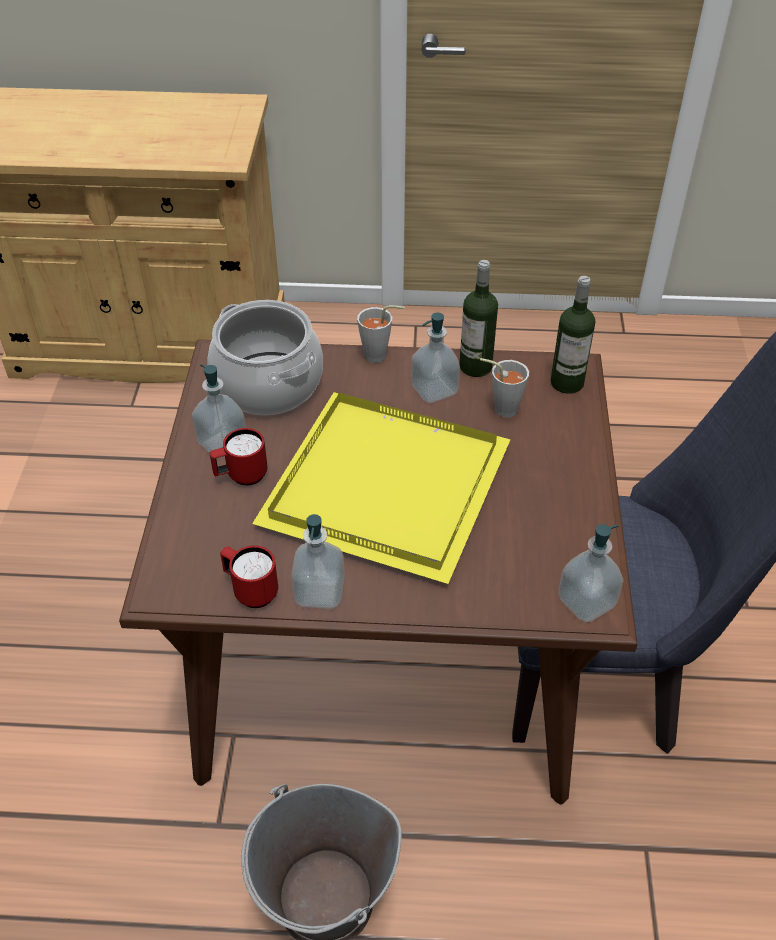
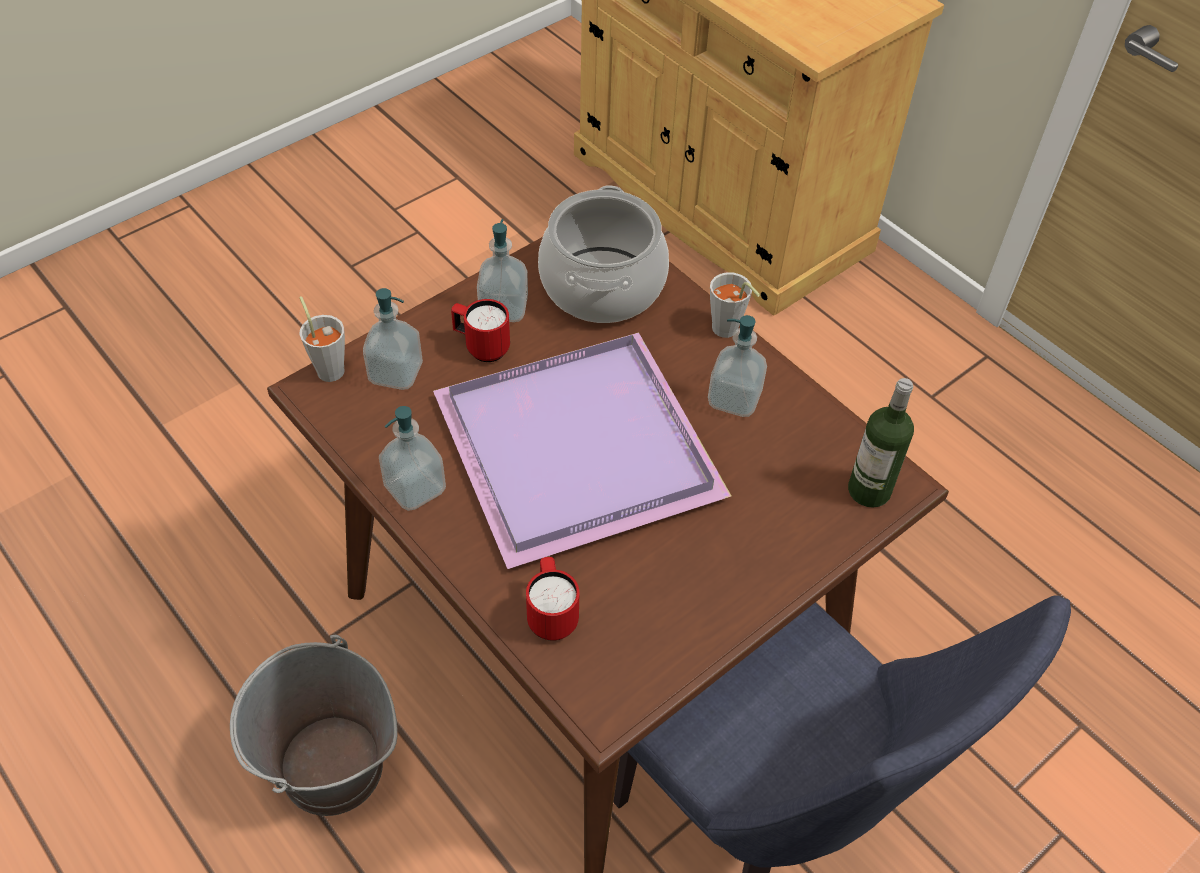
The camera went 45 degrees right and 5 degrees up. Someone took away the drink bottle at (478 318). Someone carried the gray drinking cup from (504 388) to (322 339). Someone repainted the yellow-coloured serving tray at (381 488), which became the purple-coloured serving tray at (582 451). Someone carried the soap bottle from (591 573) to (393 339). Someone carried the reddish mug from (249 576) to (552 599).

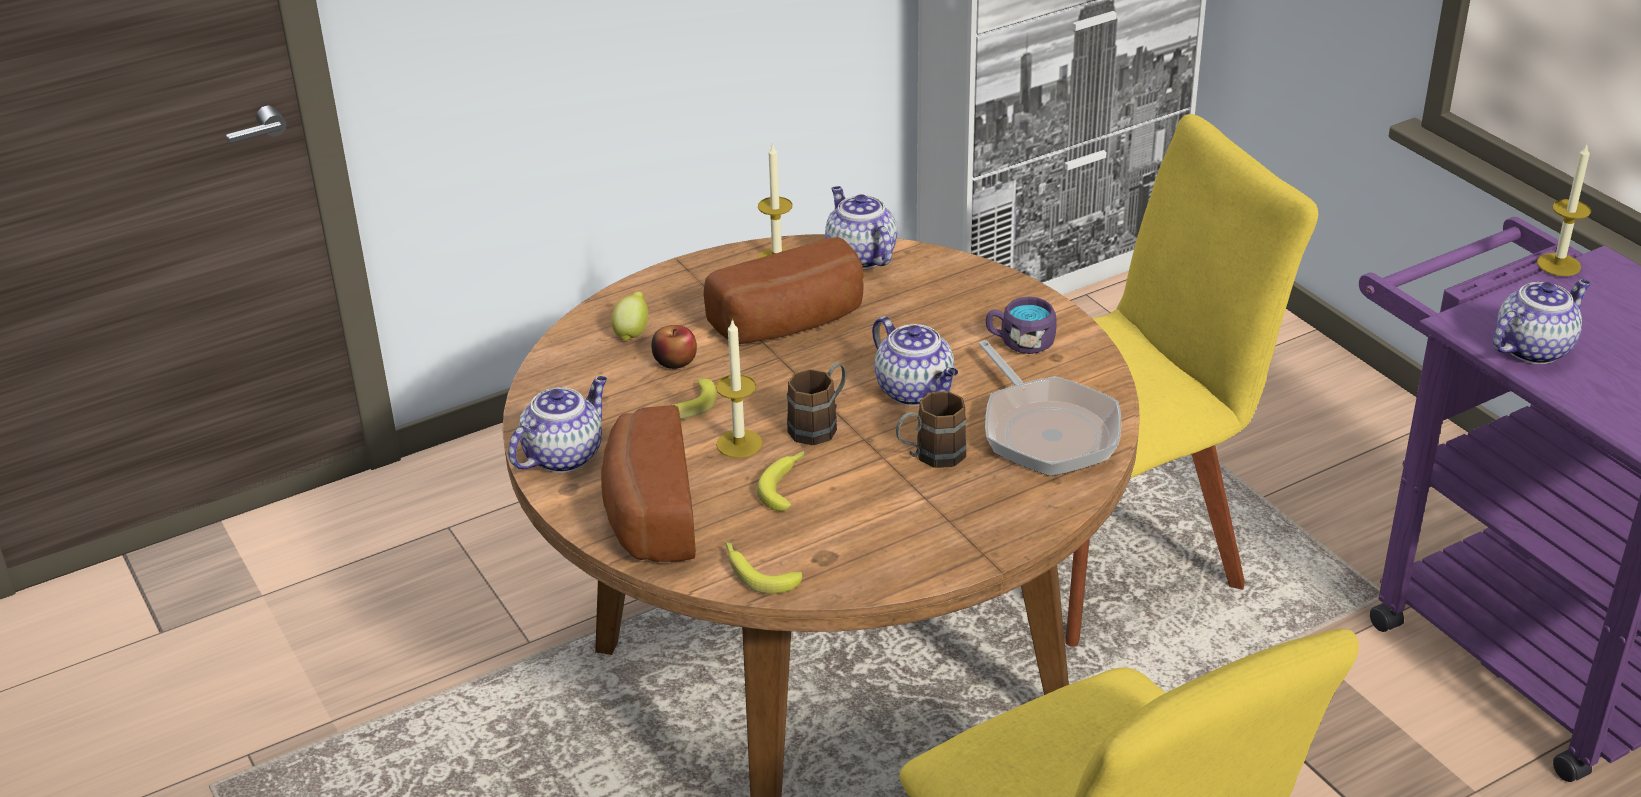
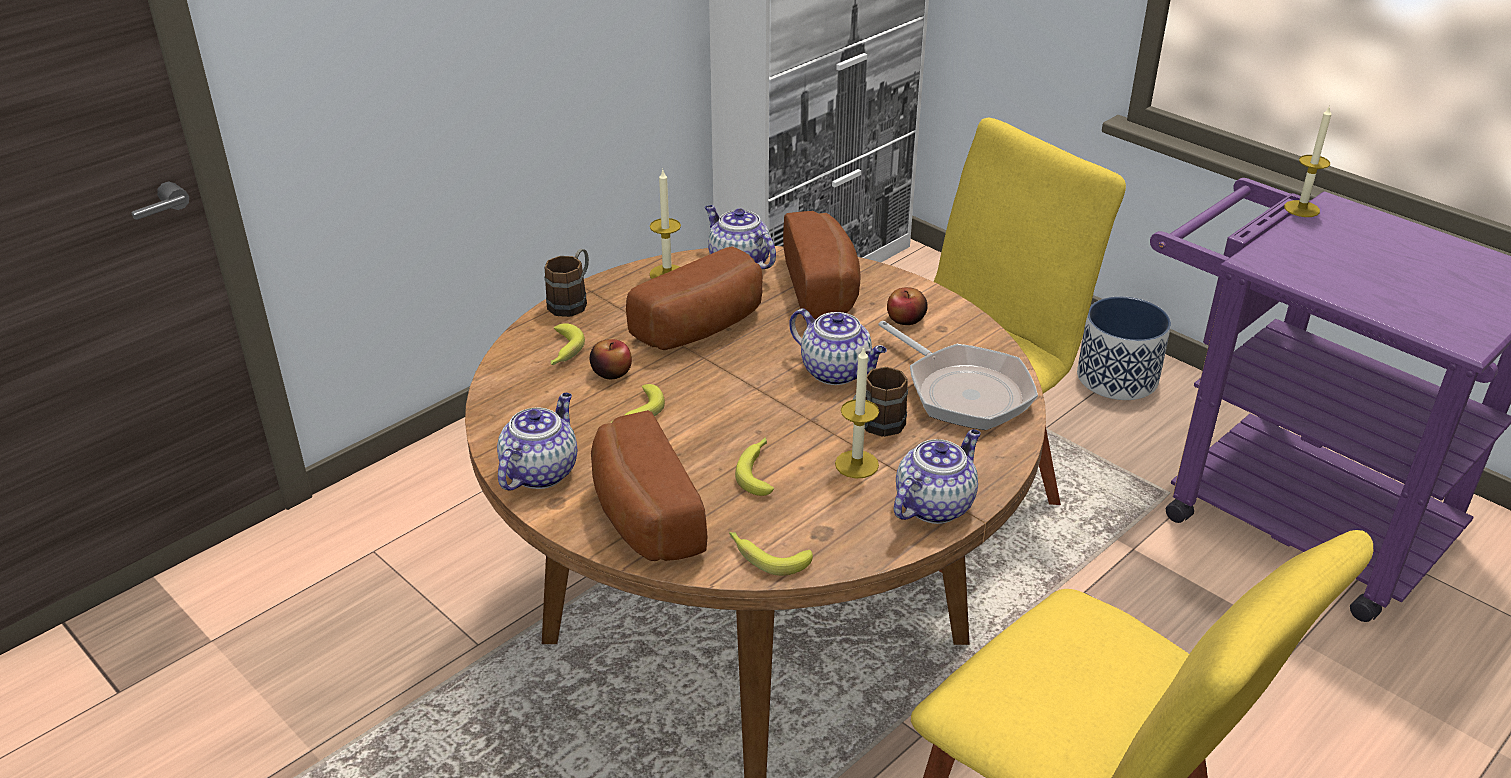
The camera went 15 degrees left and 0 degrees up. Someone carried the pot for tea from (1542 321) to (937 476). Someone swapped the lemon at (629 316) for the banana at (568 344). Someone swapped the purple-coloured mug at (1021 325) for the whole apple at (907 306). Someone carried the wax candle from (739 388) to (857 412). Someone carried the brown mug from (816 404) to (566 283). Someone put down the bakery bread at (821 265). Someone put down the flower pot at (1124 348).

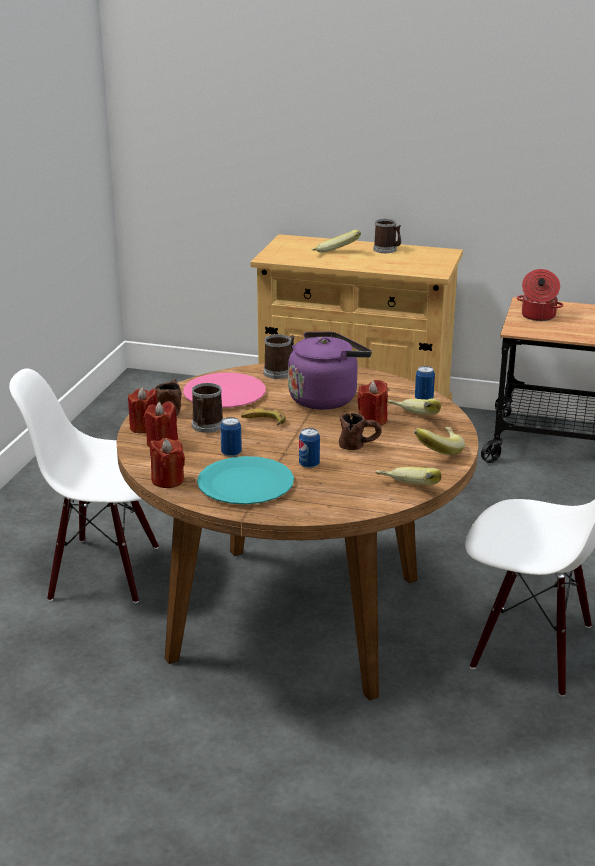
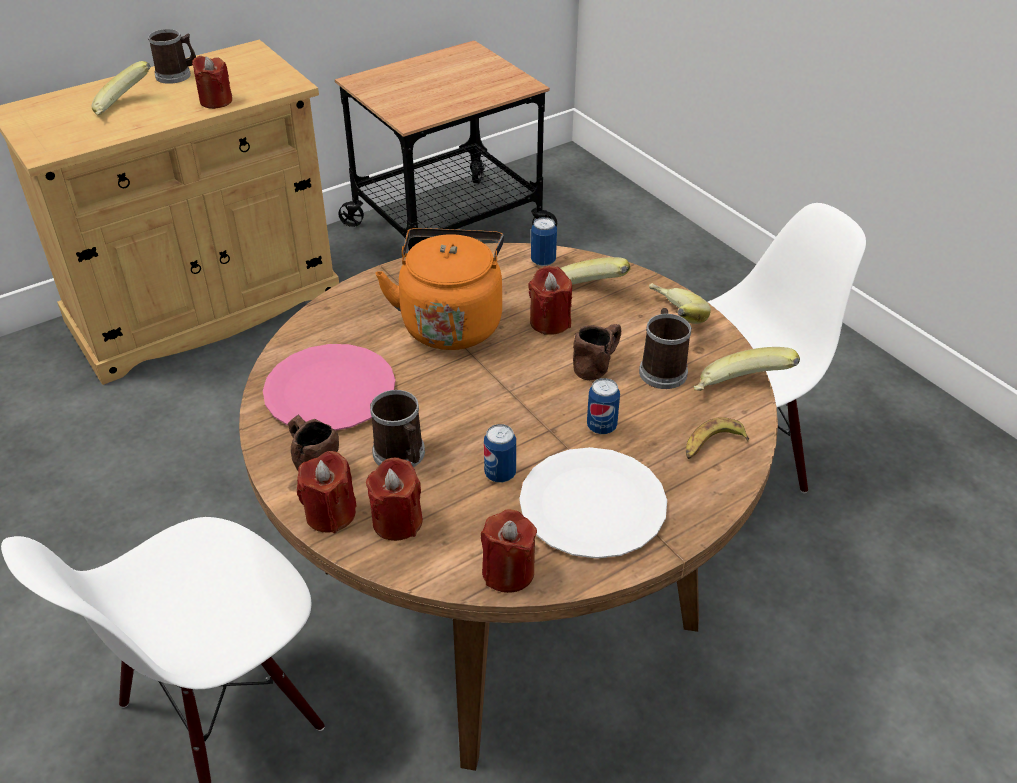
The camera went 50 degrees left and 15 degrees up. Someone took away the cooking pot at (540 295). Someone repainted the purple-coloured kettle at (330 371), which became the orange kettle at (439 289). Someone carried the mug from (278 356) to (665 348). Someone carried the banana from (263 417) to (717 438). Someone repainted the blue-green dinner plate at (245 480), which became the whitish dinner plate at (593 503). Someone put down the reddish wax candle at (212 82).

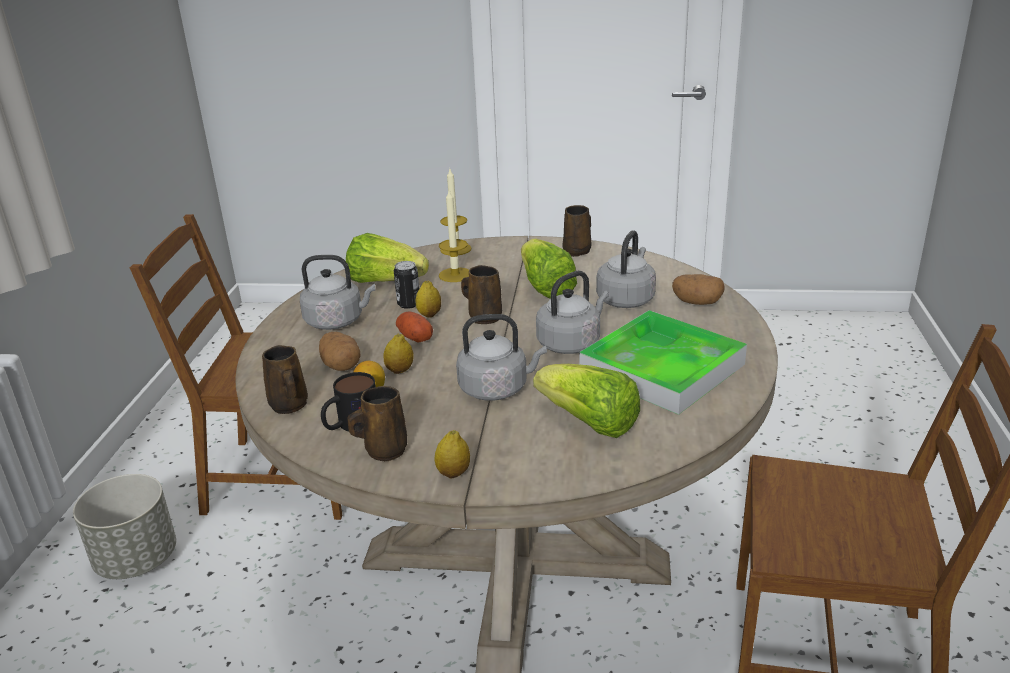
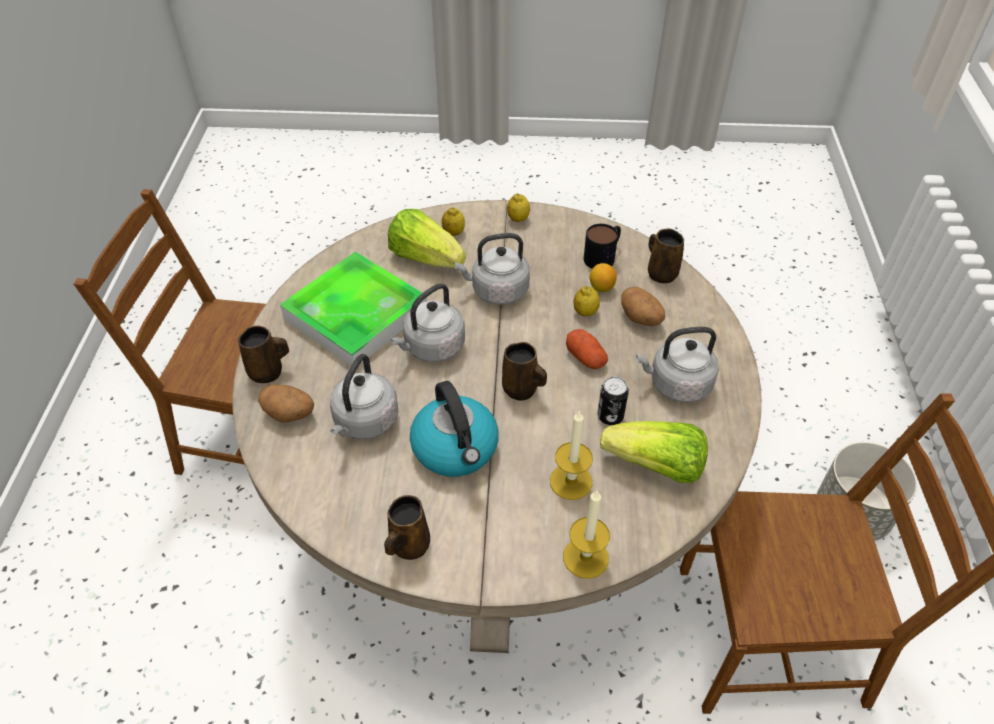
The camera went 175 degrees right and 20 degrees up. Someone swapped the lettuce at (549 269) for the kettle at (454 429). Someone carried the lemon from (428 299) to (453 221). Someone carried the brown mug from (377 423) to (263 354).

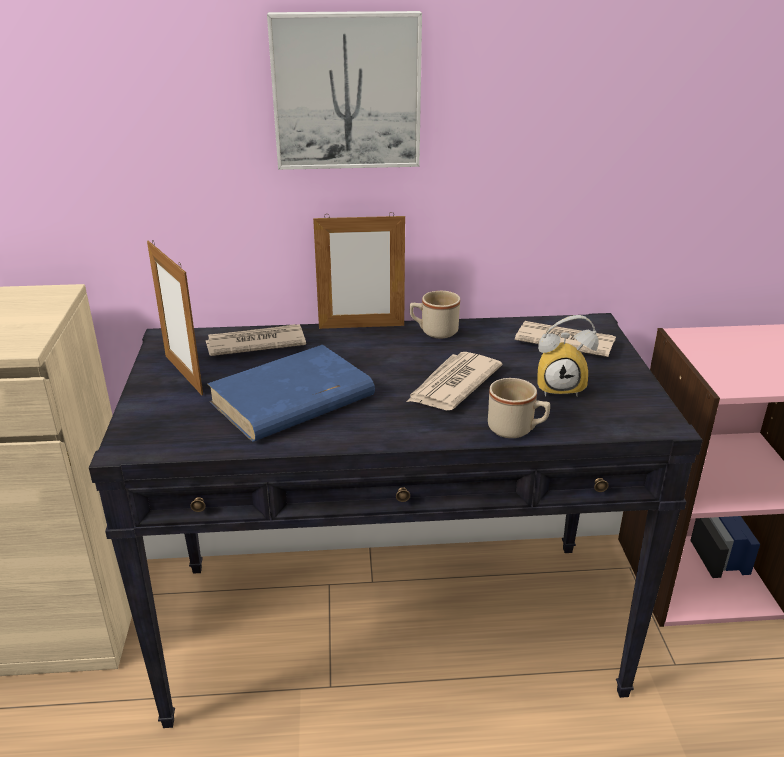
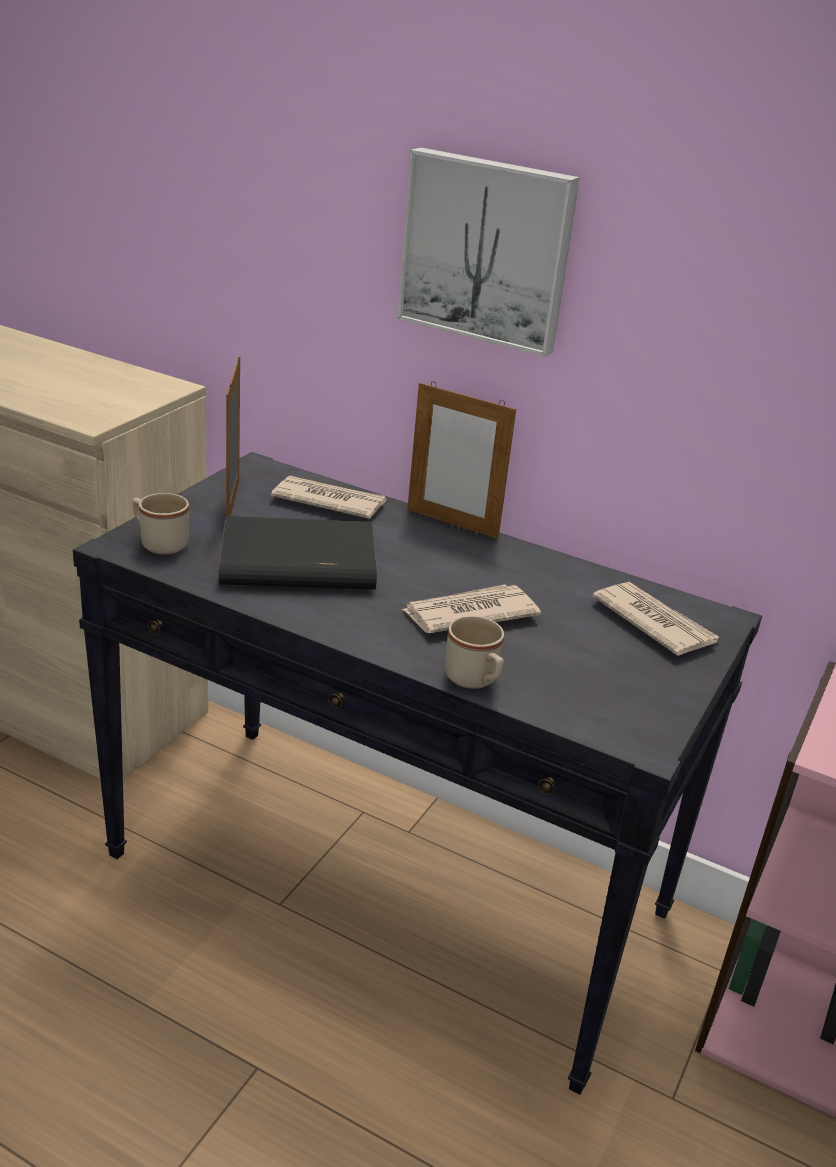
The camera went 30 degrees right and 0 degrees up. Someone carried the sand-coloured mug from (435 314) to (160 524). Someone took away the bedside clock at (568 356). Someone repainted the blue volume at (291 393), which became the blackish volume at (298 552).

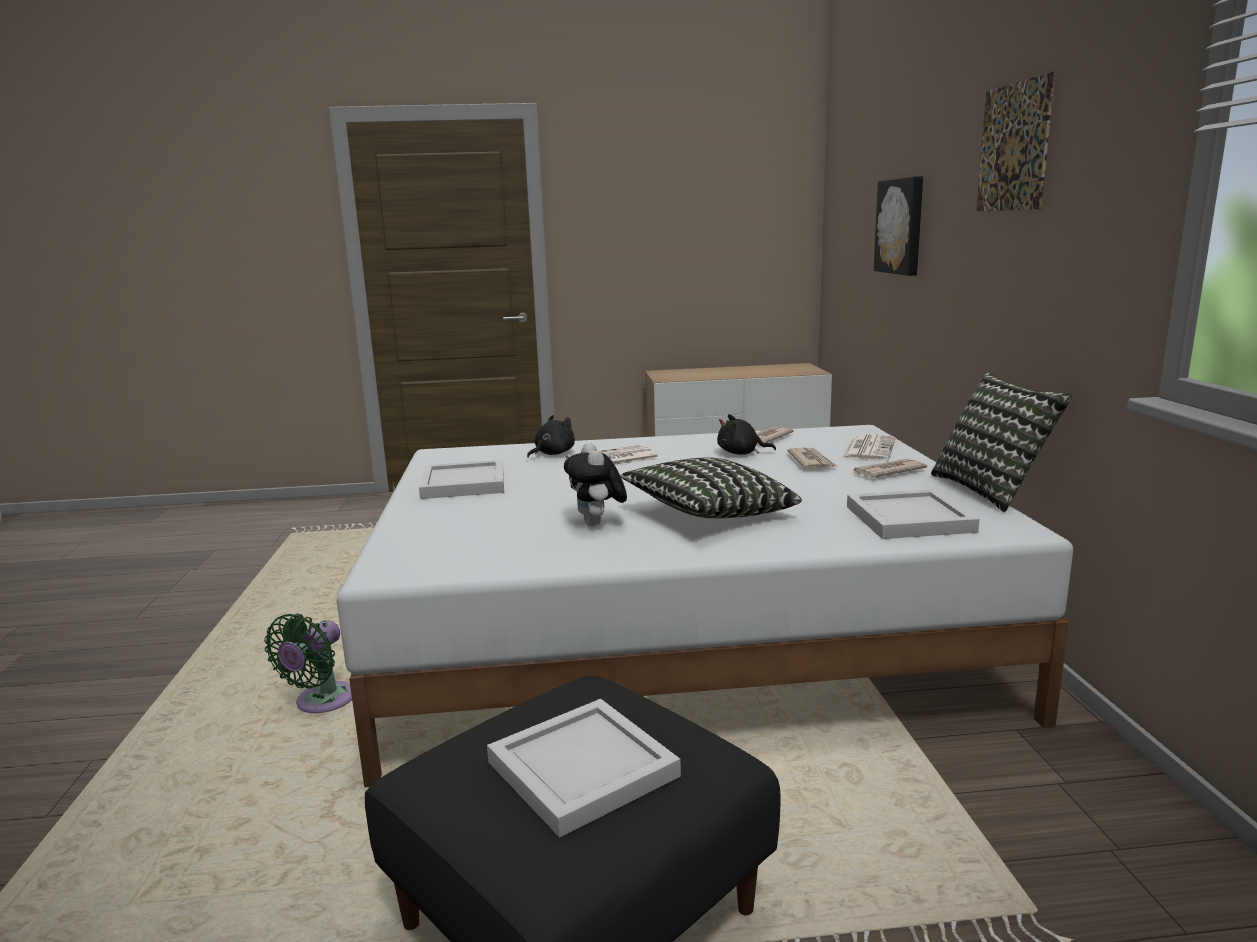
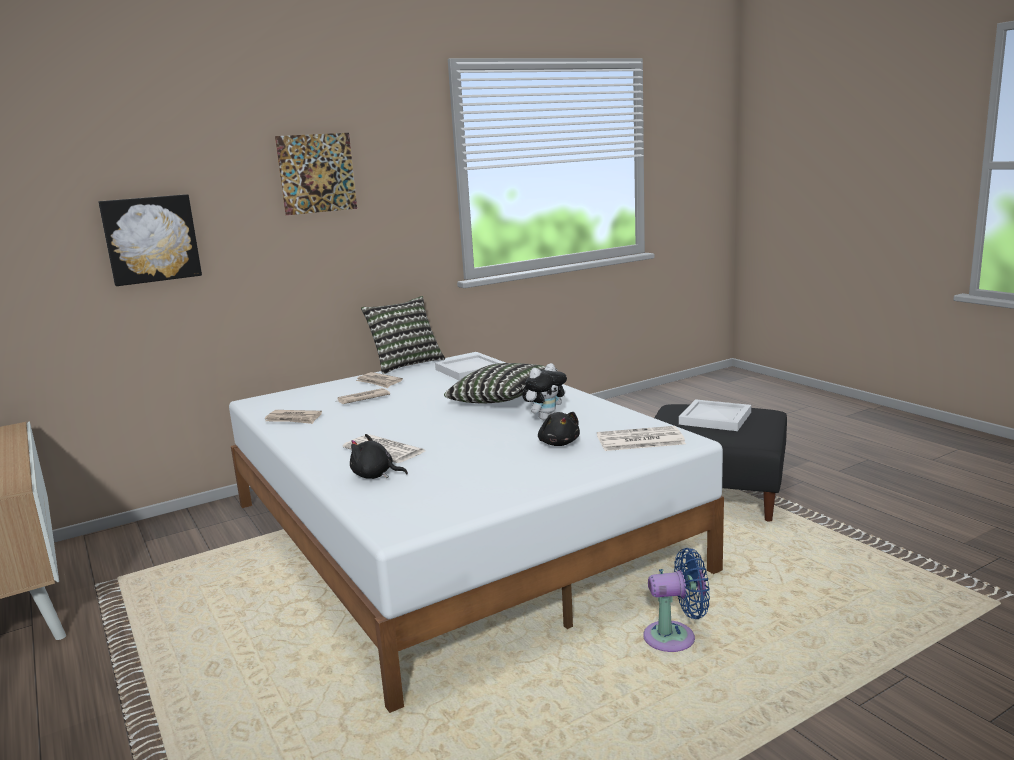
The camera went 115 degrees left and 0 degrees up. Someone carried the blackish cuddly toy from (746 434) to (559 429). Someone carried the newspaper from (868 448) to (641 438). Someone took away the whitish serving tray at (461 479). Someone repainted the greenish electric fan at (308 663), which became the blue electric fan at (676 600).

